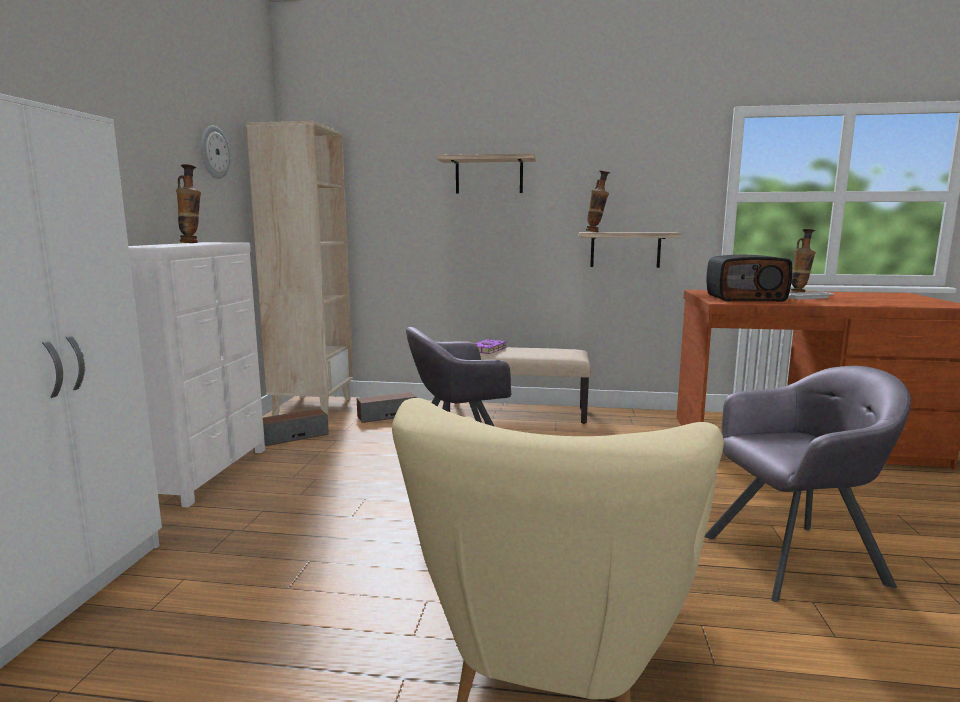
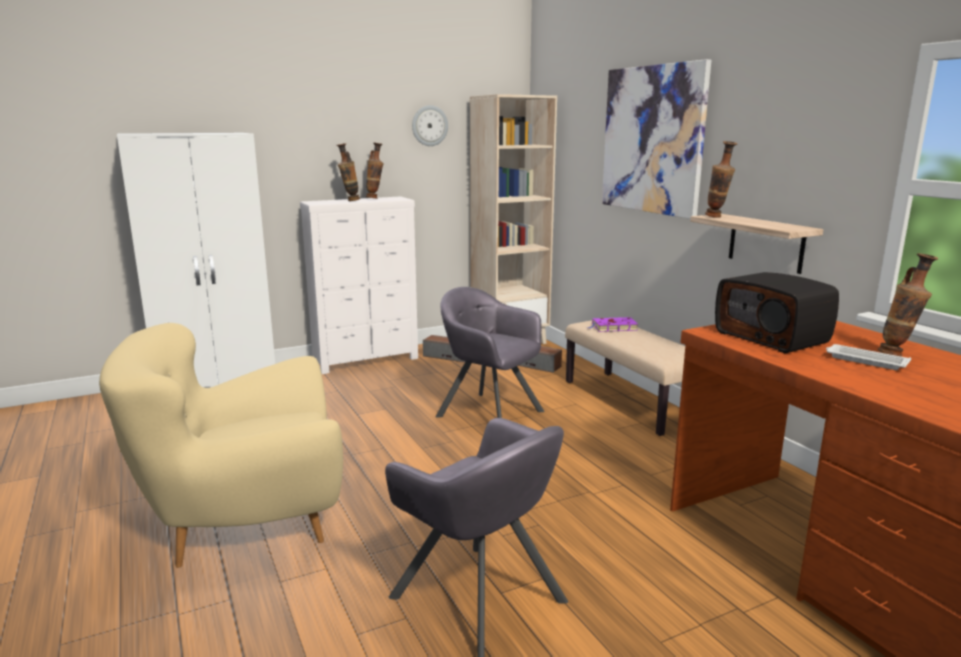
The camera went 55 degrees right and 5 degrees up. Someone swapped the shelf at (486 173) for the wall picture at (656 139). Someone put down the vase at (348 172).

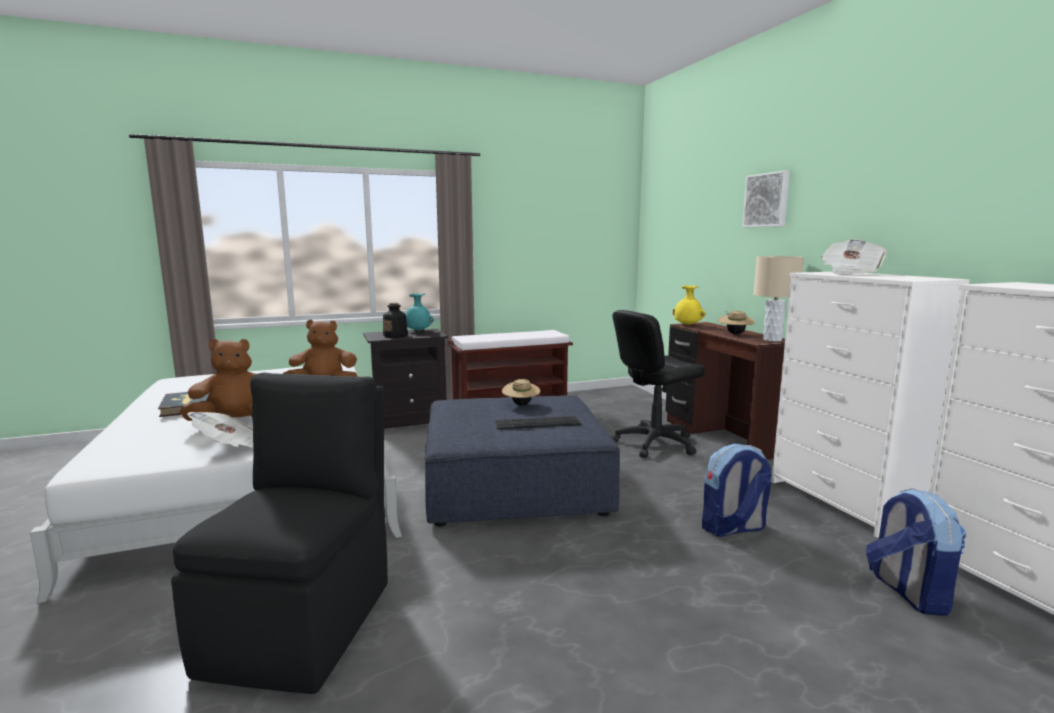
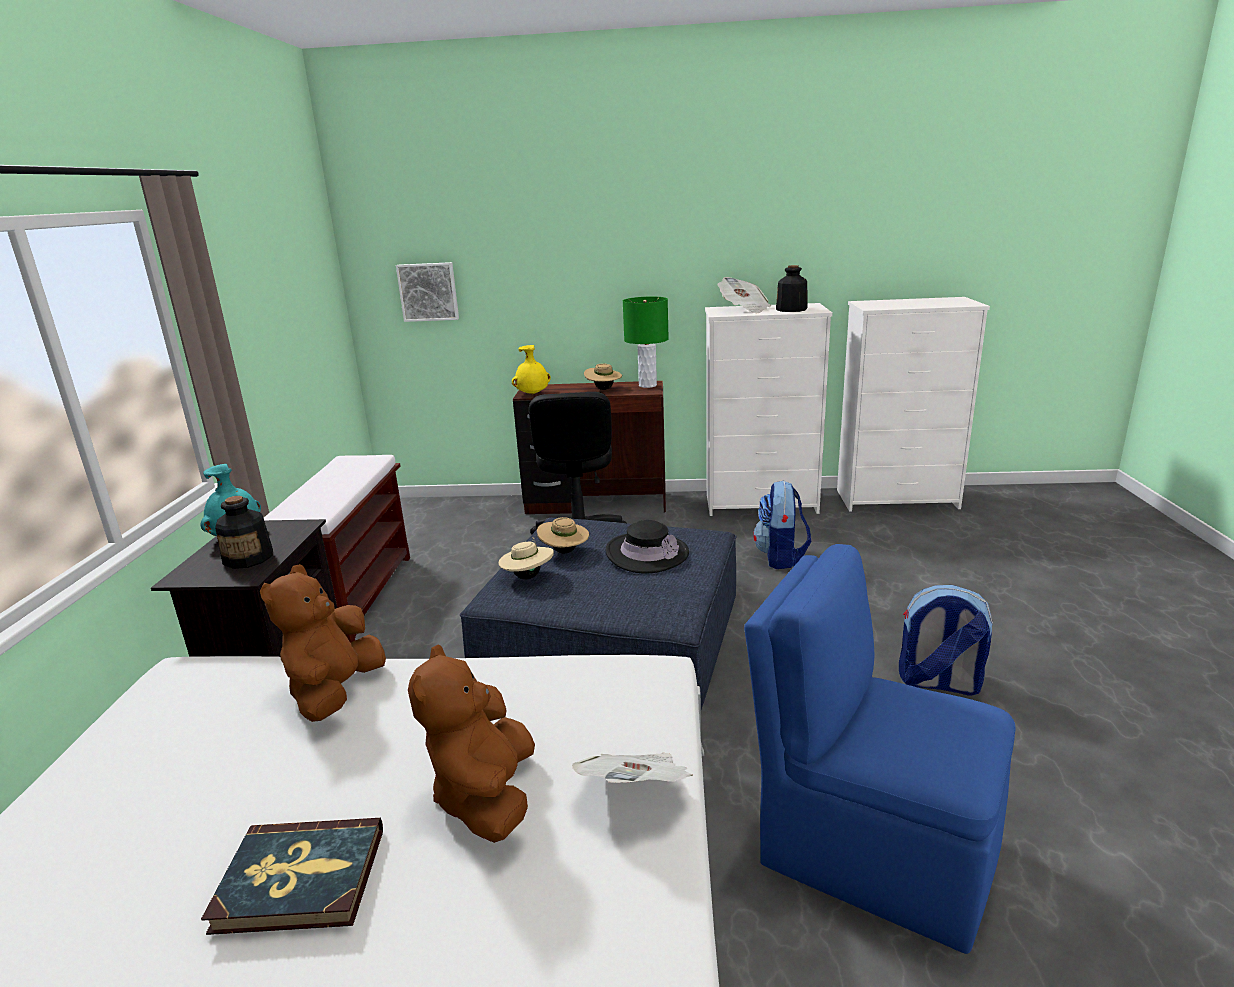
The camera went 65 degrees left and 10 degrees up. Someone carried the wall picture from (766 199) to (427 292). Someone repainted the sand-coloured tabletop lamp at (778 299), which became the greenish tabletop lamp at (646 342). Someone repainted the blackish plain chair at (279 533), which became the blue plain chair at (879 749). Someone swapped the keyboard at (538 422) for the blackish clothing hat at (647 547). Someone carried the backpack from (916 552) to (946 640). Someone put down the drink bottle at (791 288). Someone put down the sand-coloured clothing hat at (526 558).

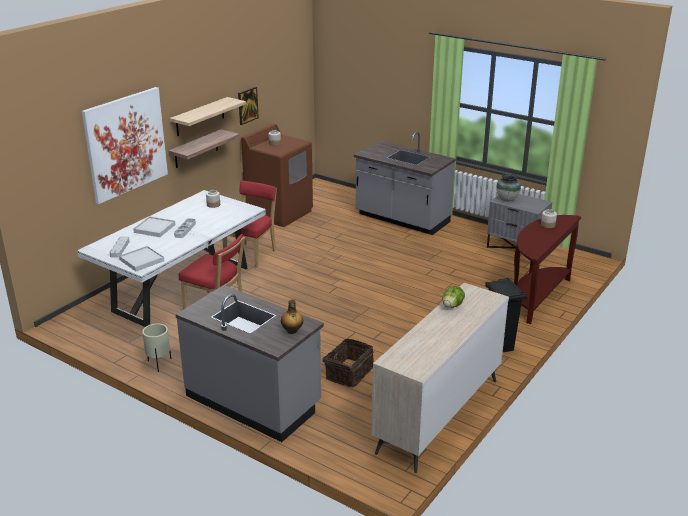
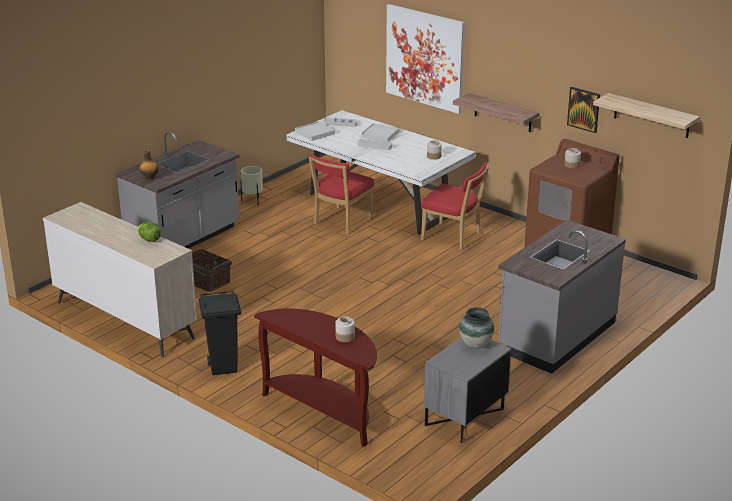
The camera went 95 degrees right and 0 degrees up. Someone carried the shelf from (208 116) to (646 115).

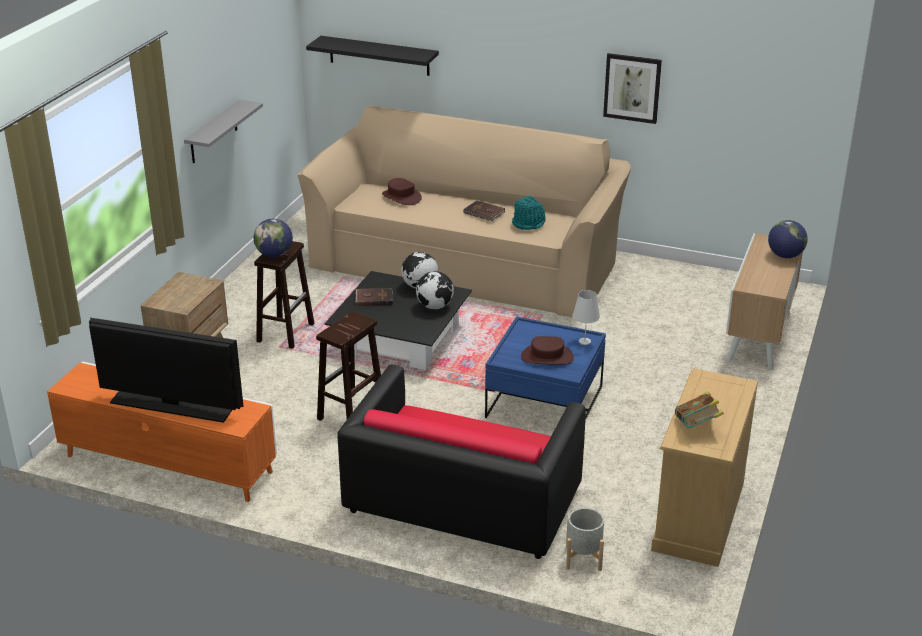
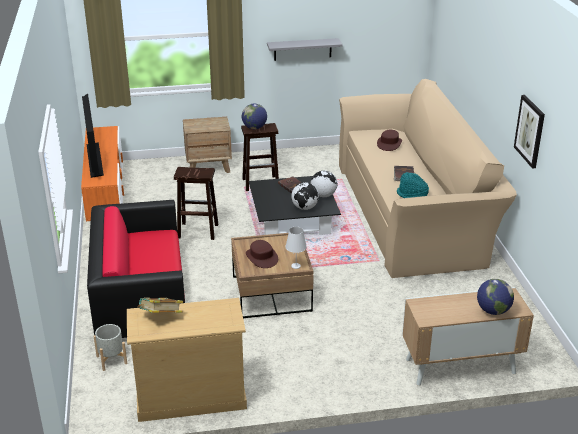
The camera went 60 degrees right and 0 degrees up. Someone took away the blackish shelf at (372 56). Someone repainted the blue coffee table at (545 367), which became the brown coffee table at (272 276).

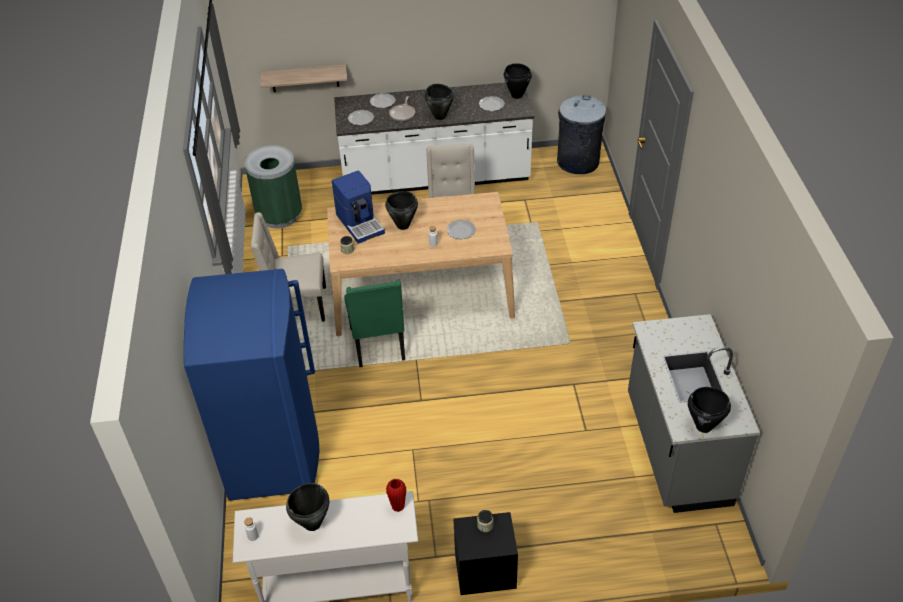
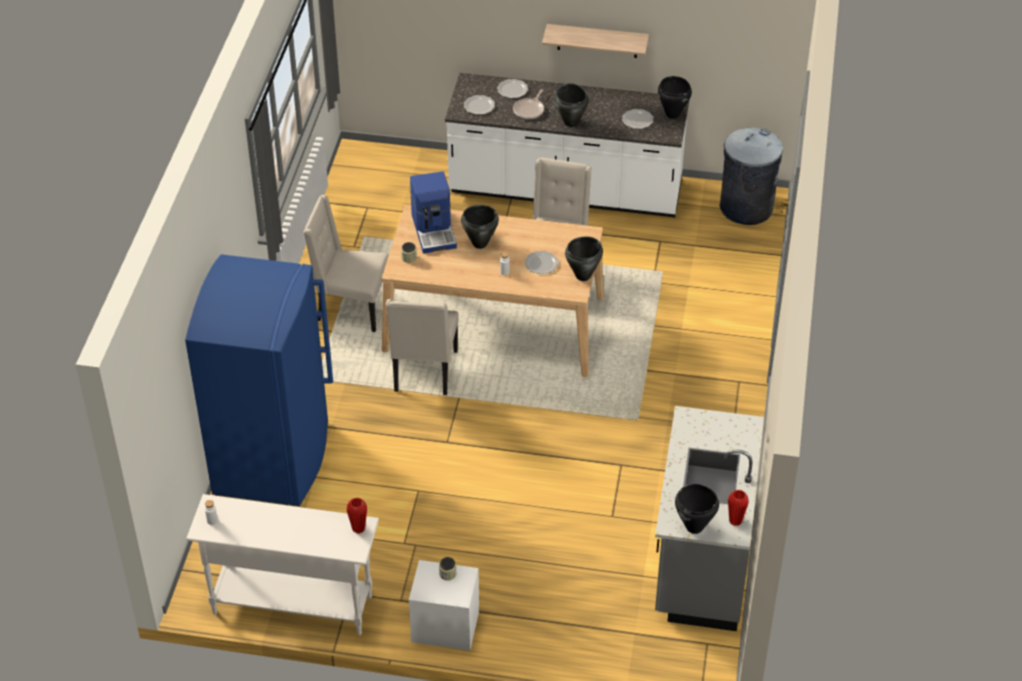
The camera went 15 degrees right and 0 degrees up. Someone carried the shelf from (303 78) to (595 41). Someone took away the greenish trash can at (273 186). Someone repainted the greenish plain chair at (374 323), which became the sand-coloured plain chair at (422 347). Someone carried the blackish cooking pot from (307 507) to (584 258). Someone repainted the blackish nightstand at (485 553), which became the whitish nightstand at (444 605). Someone put down the reddish vase at (738 508).

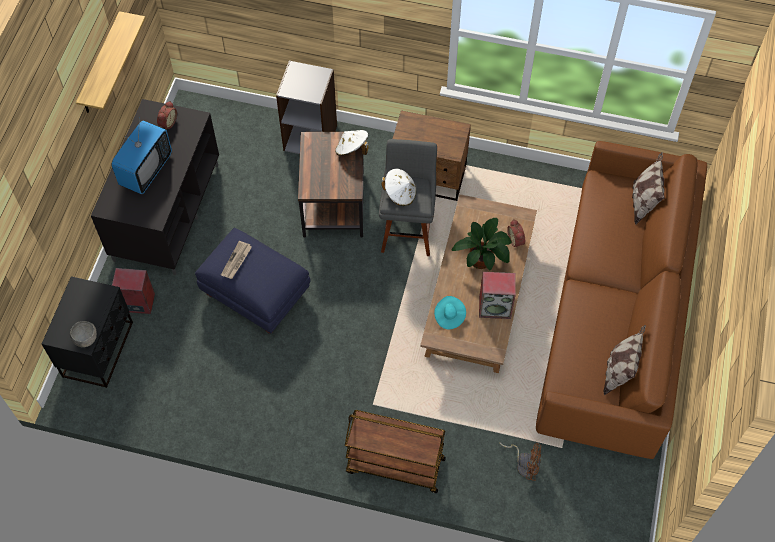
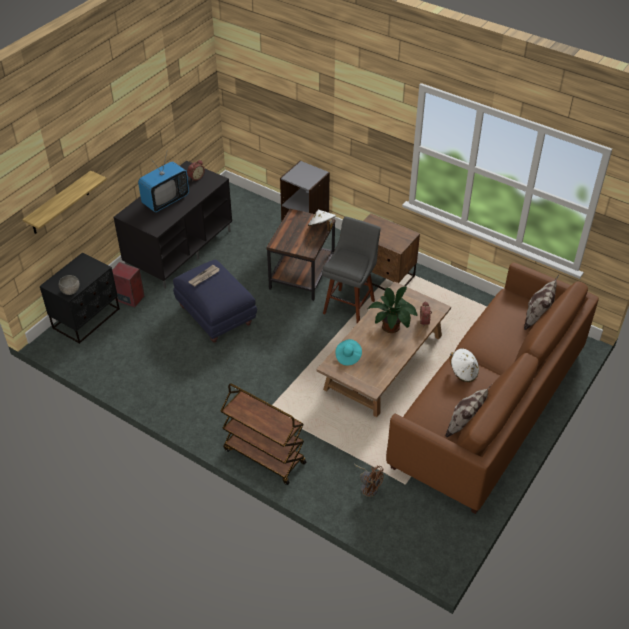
The camera went 20 degrees right and 15 degrees down. Someone carried the shelf from (110 62) to (64 202). Someone carried the whitish clothing hat from (399 187) to (464 365). Someone took away the audio speaker at (497 295).

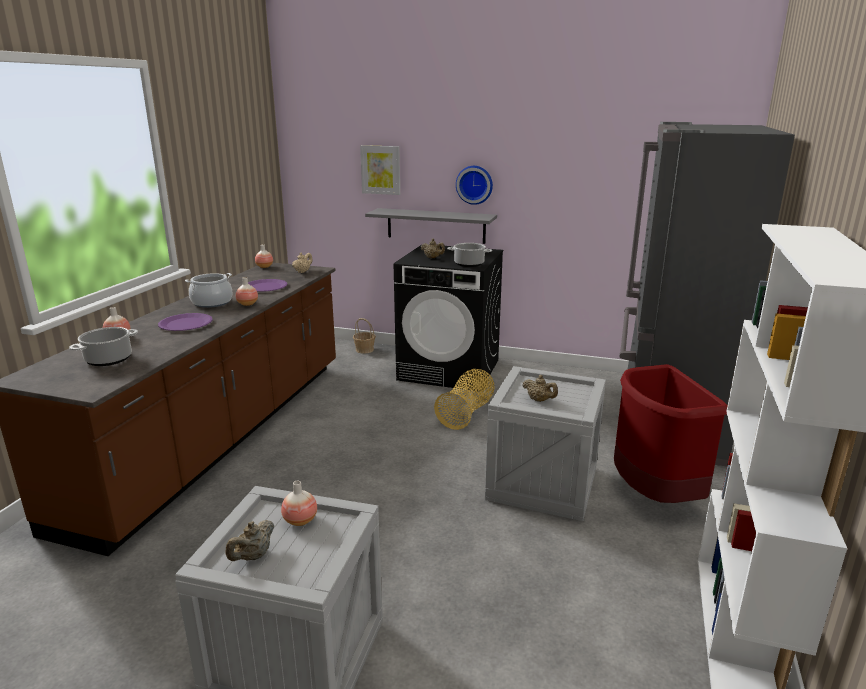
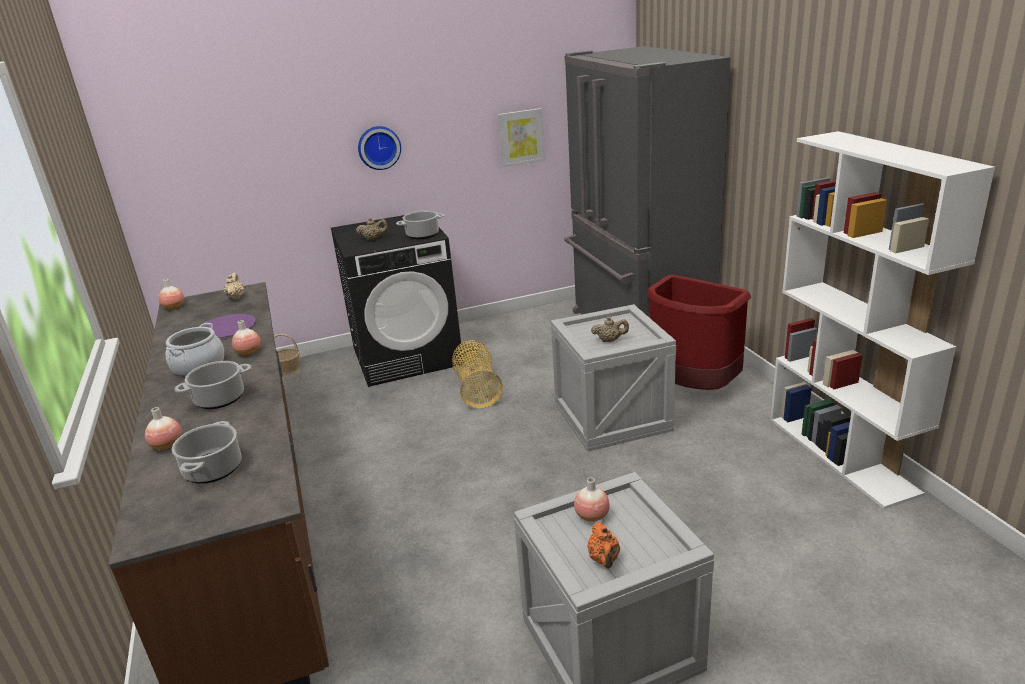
The camera went 35 degrees left and 5 degrees up. Someone carried the wall picture from (380 170) to (521 137). Someone took away the gray shelf at (431 226). Someone swapped the purple-coloured dinner plate at (185 322) for the cooking pot at (213 385). Someone repainted the sand-coloured pot for tea at (250 540), which became the orange pot for tea at (603 545).

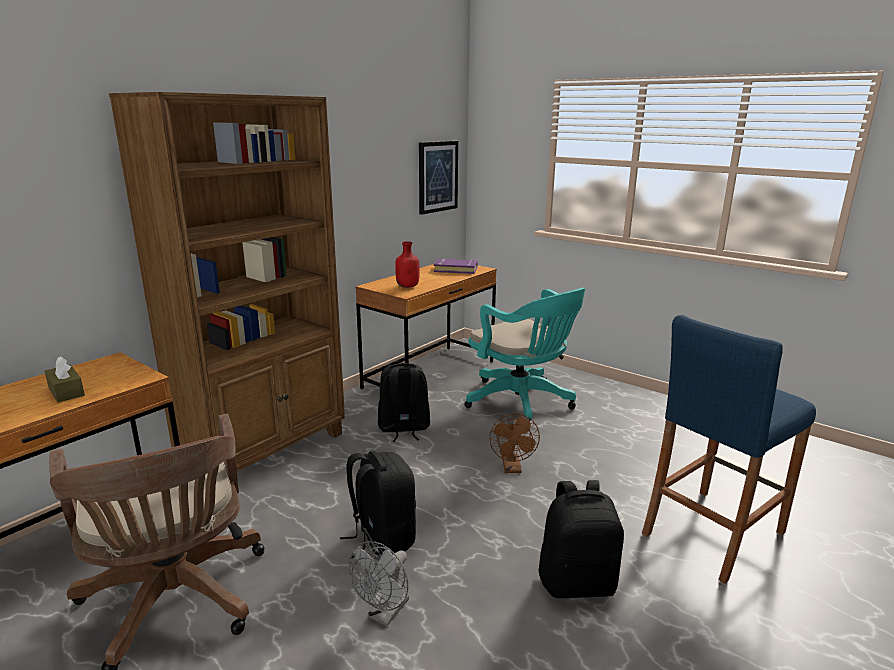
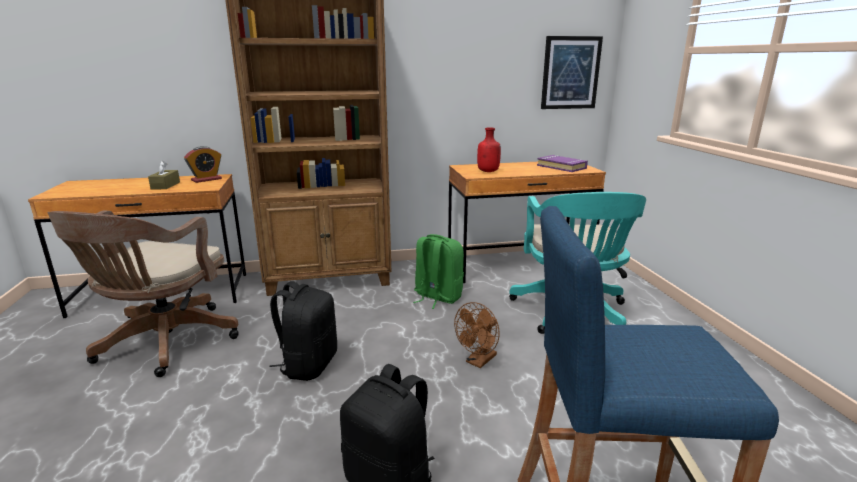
The camera went 40 degrees right and 0 degrees up. Someone repainted the blackish backpack at (404 402), which became the greenish backpack at (438 271). Someone took away the gray electric fan at (379 583). Someone put down the bedside clock at (203 164).

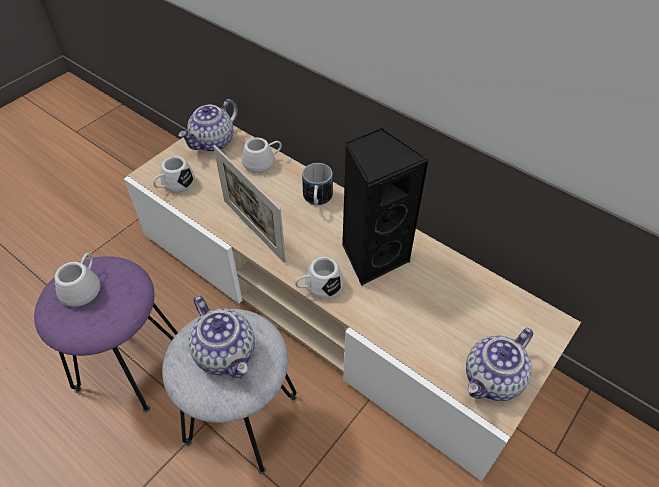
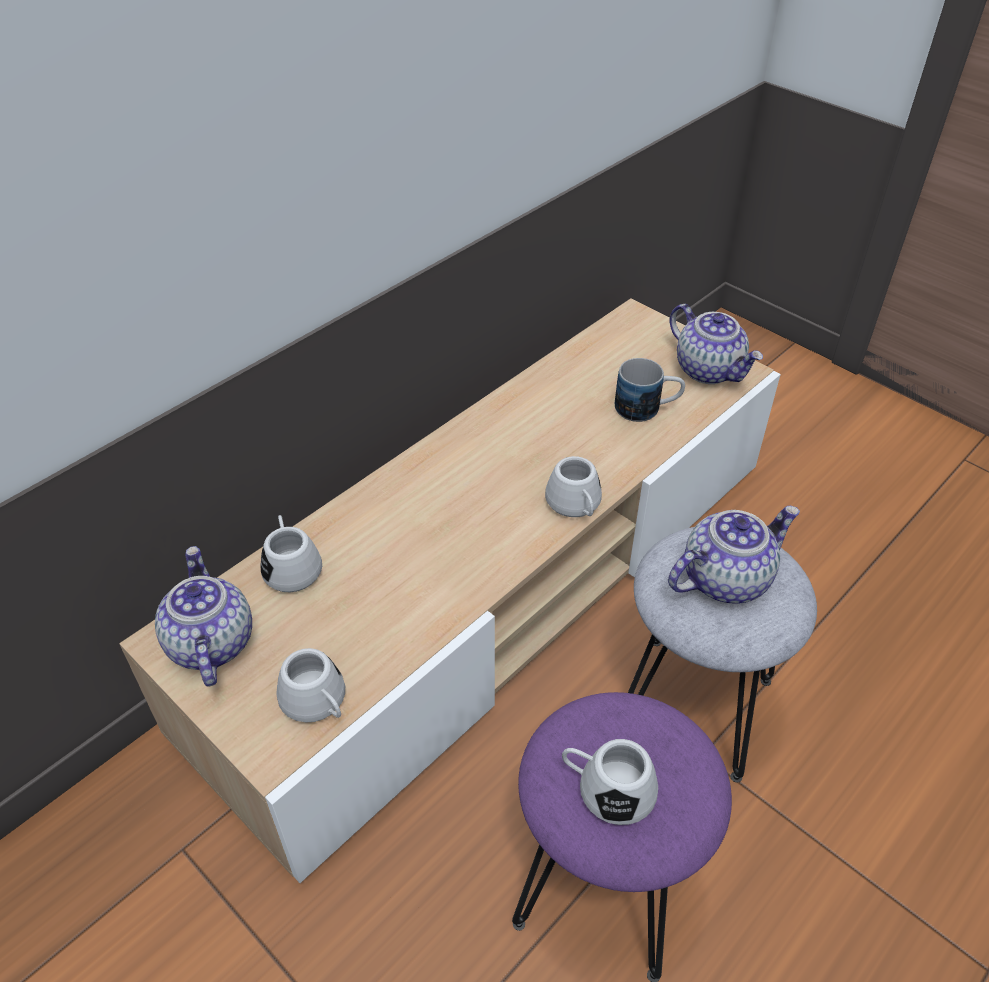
The camera went 85 degrees left and 5 degrees down. Someone rotated the pot for tea at (208 125) by 150 degrees counterclockwise. Someone took away the blackish audio speaker at (385 207). Someone took away the photo frame at (249 204). Someone carried the mug from (317 184) to (650 390).

